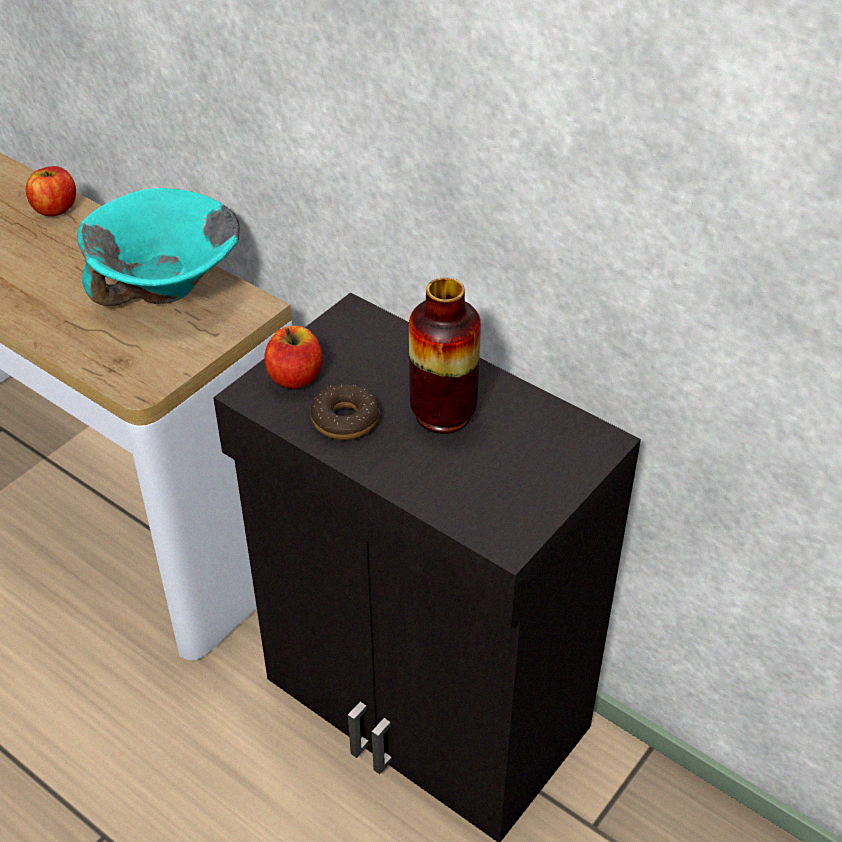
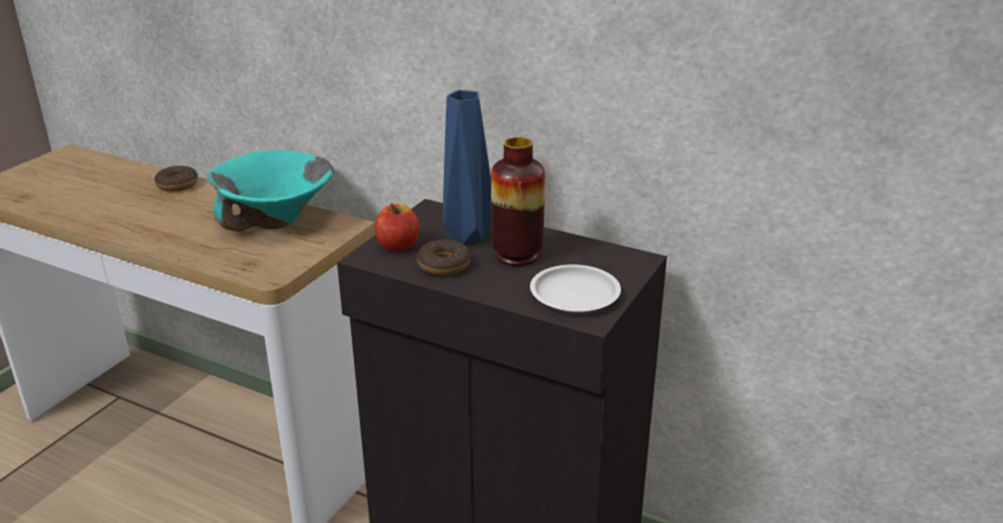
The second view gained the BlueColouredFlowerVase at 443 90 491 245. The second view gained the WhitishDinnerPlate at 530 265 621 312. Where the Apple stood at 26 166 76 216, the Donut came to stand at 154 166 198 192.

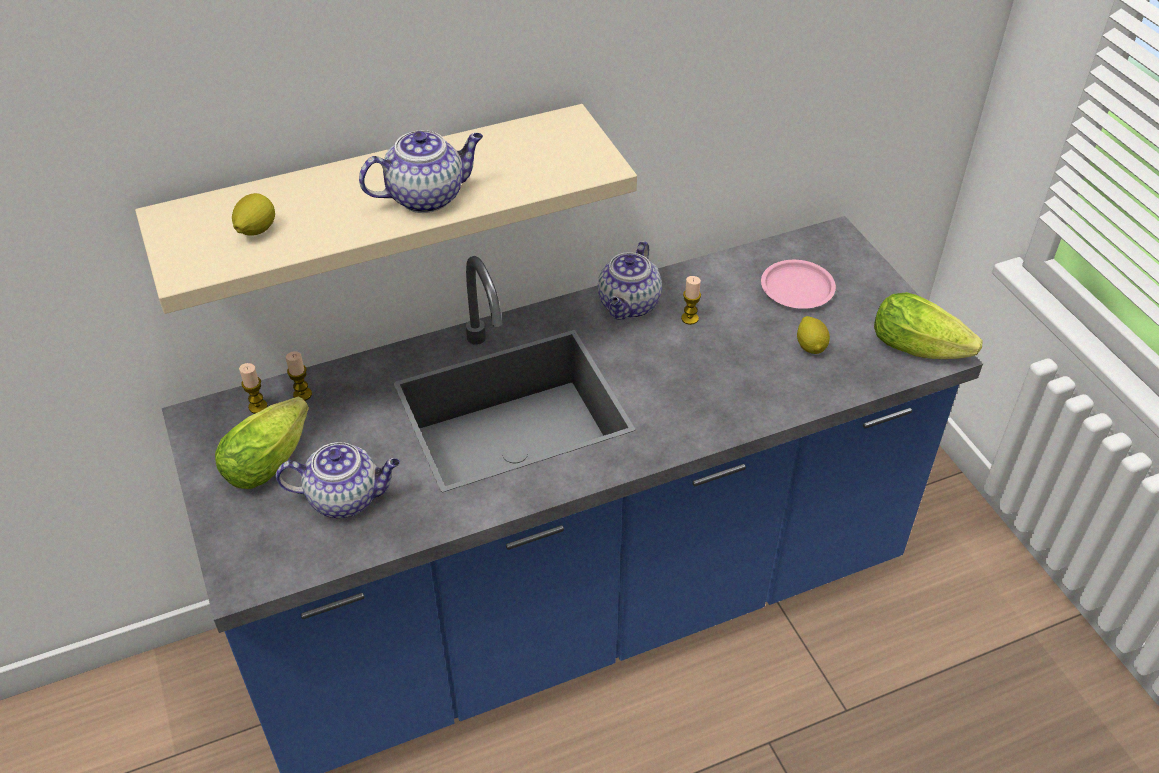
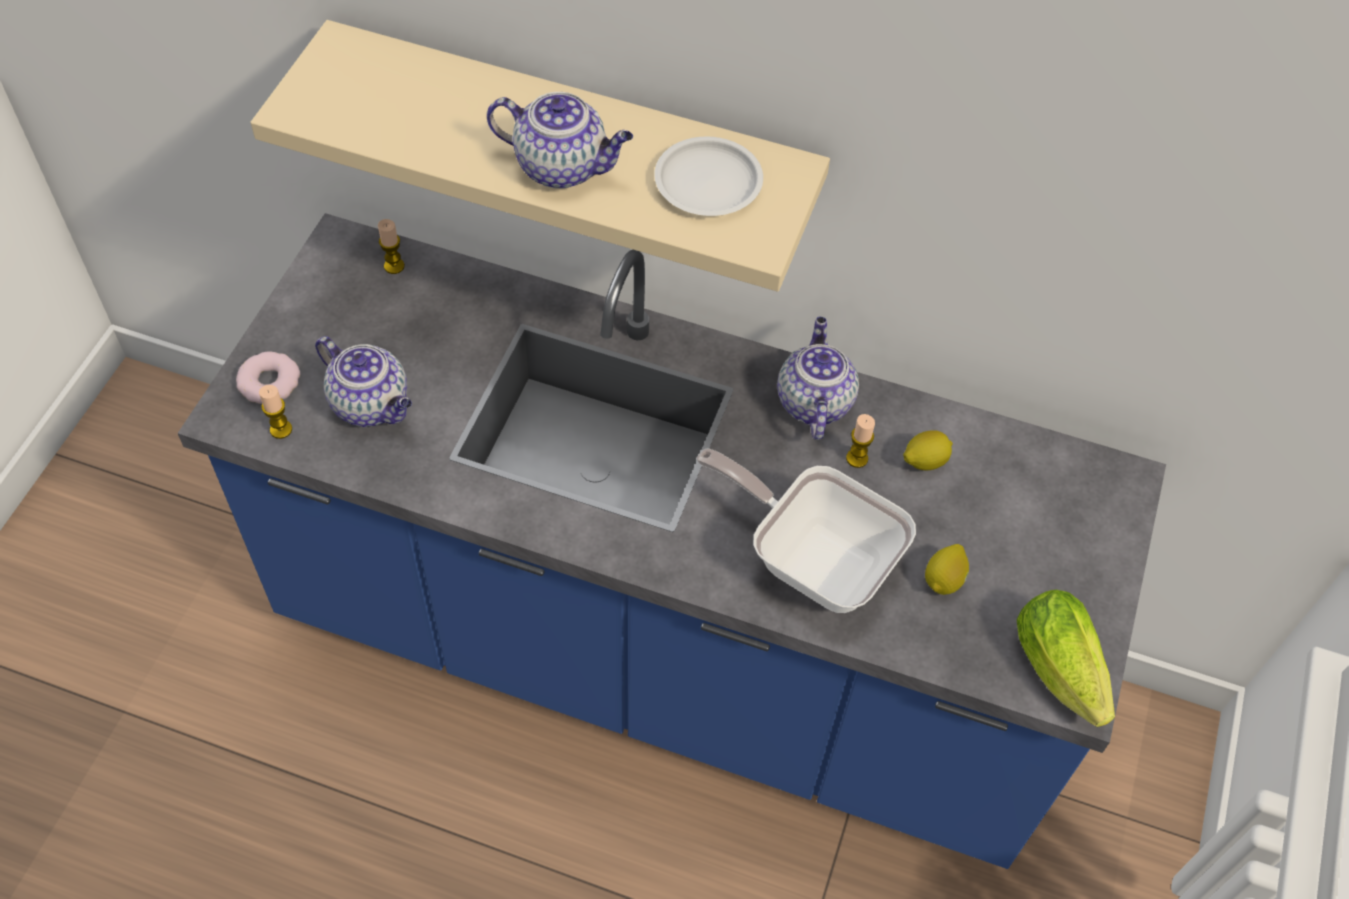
The second view lost the Lettuce at 215 397 309 489. The second view lost the PinkColouredDinnerPlate at 761 260 836 309. The second view gained the Donut at 236 352 300 404. The second view gained the WhitishDinnerPlate at 654 137 763 216. The second view gained the Skillet at 696 449 916 613. The Lemon ended up elsewhere, having gone from 232 193 275 236 to 903 430 953 470. The WaxLight ended up elsewhere, having gone from 286 351 312 401 to 259 385 292 439. The Teapot at 598 241 662 320 ended up facing another way, 120 degrees clockwise from before.

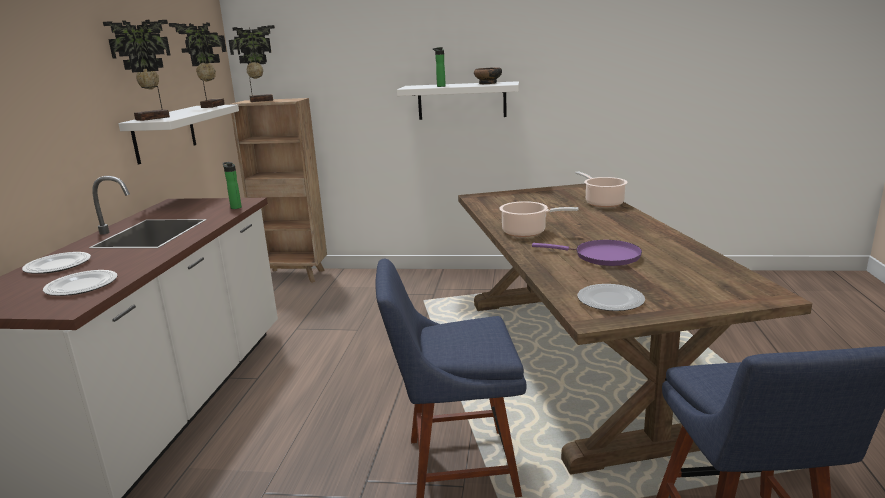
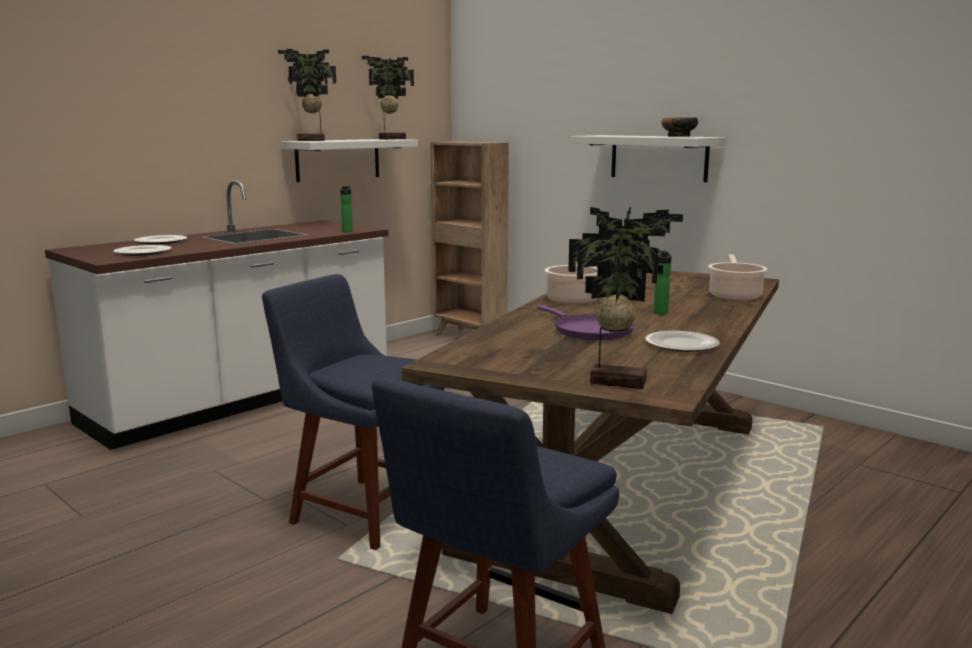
The Houseplant ended up elsewhere, having gone from 229 25 275 102 to 568 207 683 389. The Bottle ended up elsewhere, having gone from 433 47 446 87 to 653 251 672 315. The DinnerPlate ended up elsewhere, having gone from 577 284 645 311 to 645 331 720 352.

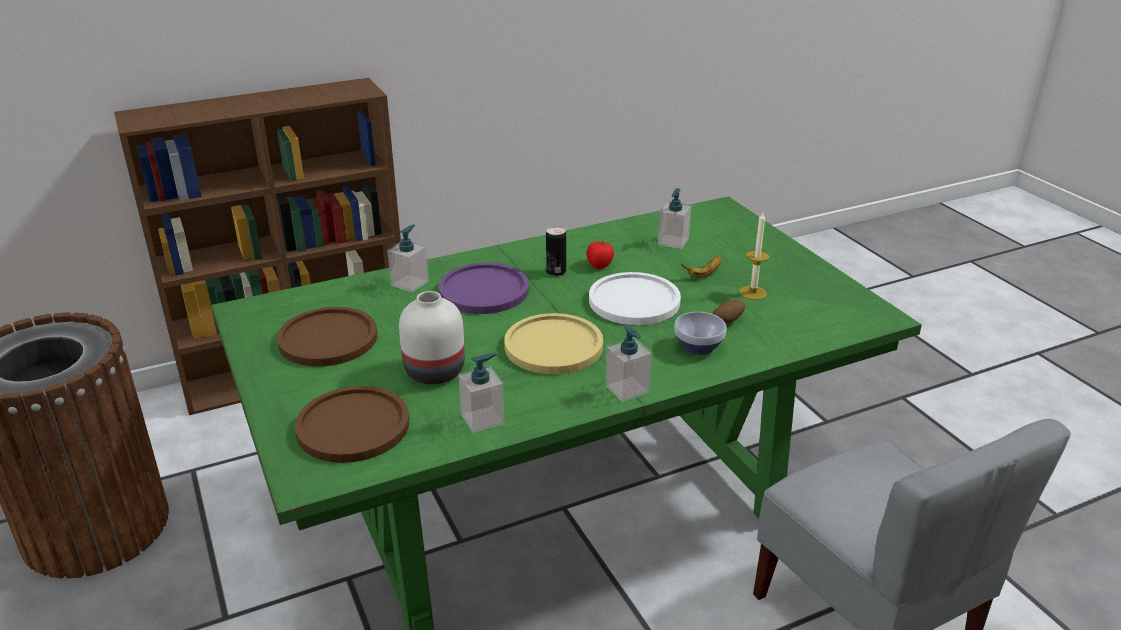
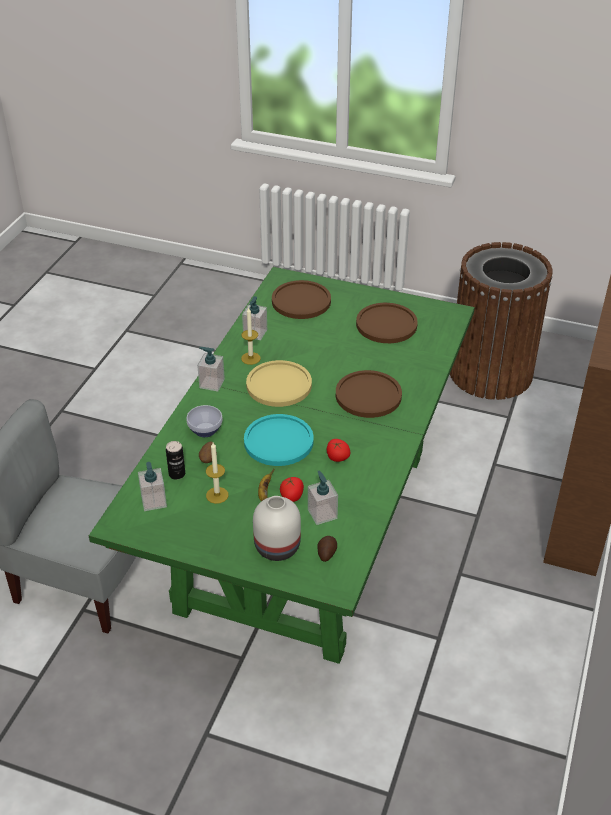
The second view gained the WaxLight at 241 308 261 365. The second view gained the WholeTomato at 280 477 304 502. The second view gained the WholePotato at 317 536 337 562. The LiquidSoapBottle ended up elsewhere, having gone from 387 225 429 293 to 138 462 167 511. The WhitishFlowerVase ended up elsewhere, having gone from 399 291 465 384 to 253 496 301 561. The MetalCan ended up elsewhere, having gone from 546 226 566 276 to 166 441 185 480. What was the PurpleDinnerPlate at 439 263 529 314 turned into the BrownColouredDinnerPlate at 336 370 402 418. What was the WhitishDinnerPlate at 589 272 681 325 turned into the TurquoiseColouredDinnerPlate at 244 414 314 466.

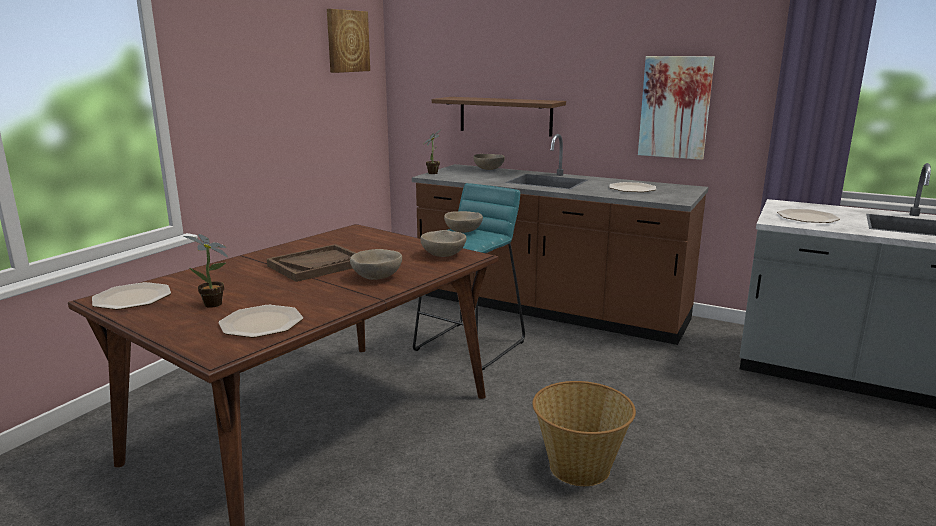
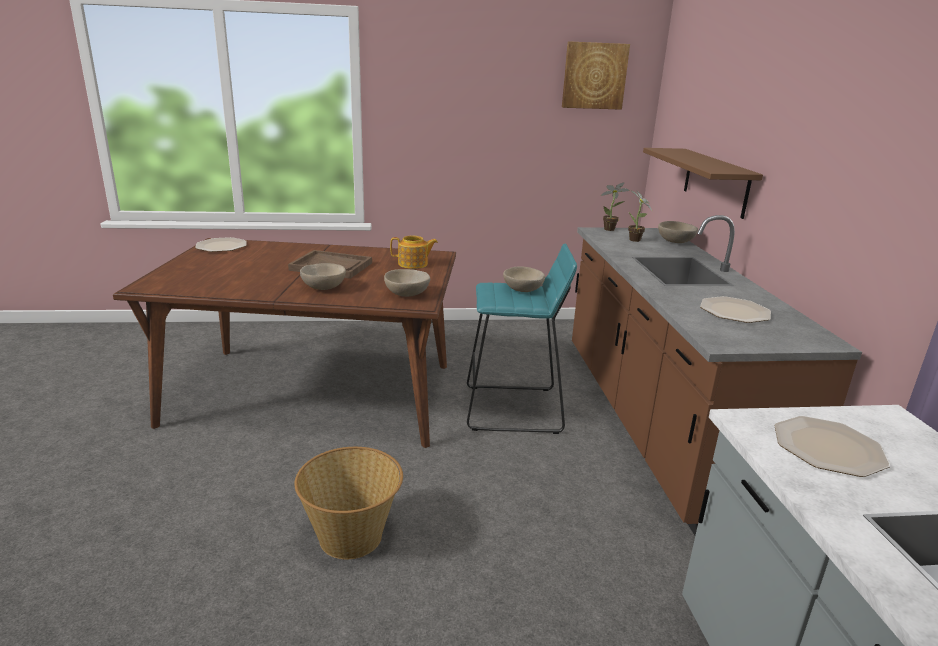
The second view lost the DinnerPlate at 218 305 303 338. The second view lost the WallArt at 638 56 715 160. The second view gained the Teapot at 390 236 438 269. The Houseplant ended up elsewhere, having gone from 184 234 228 308 to 628 190 653 242.

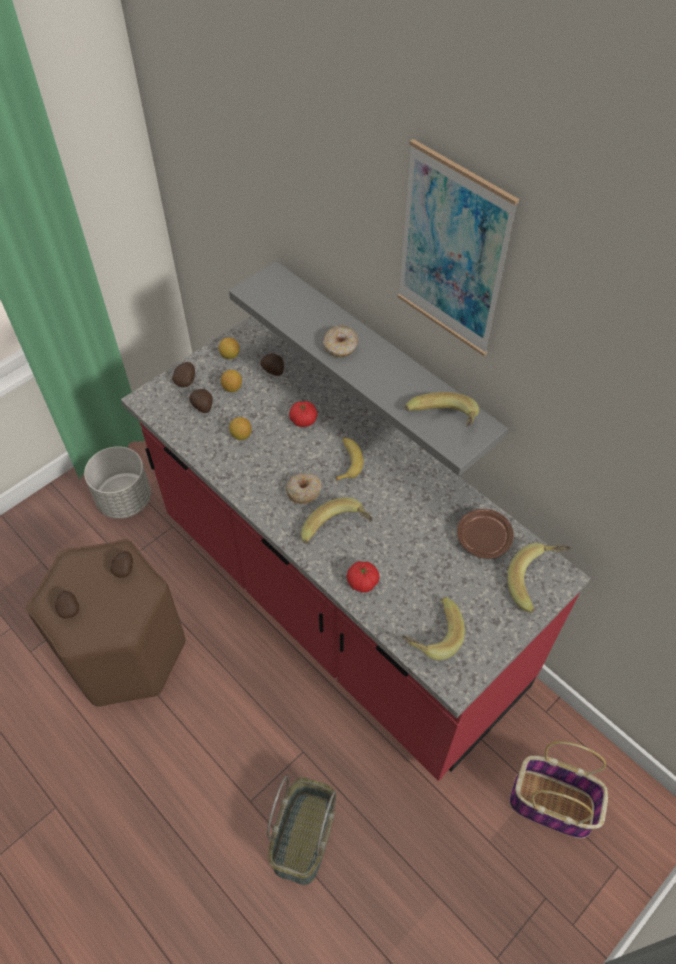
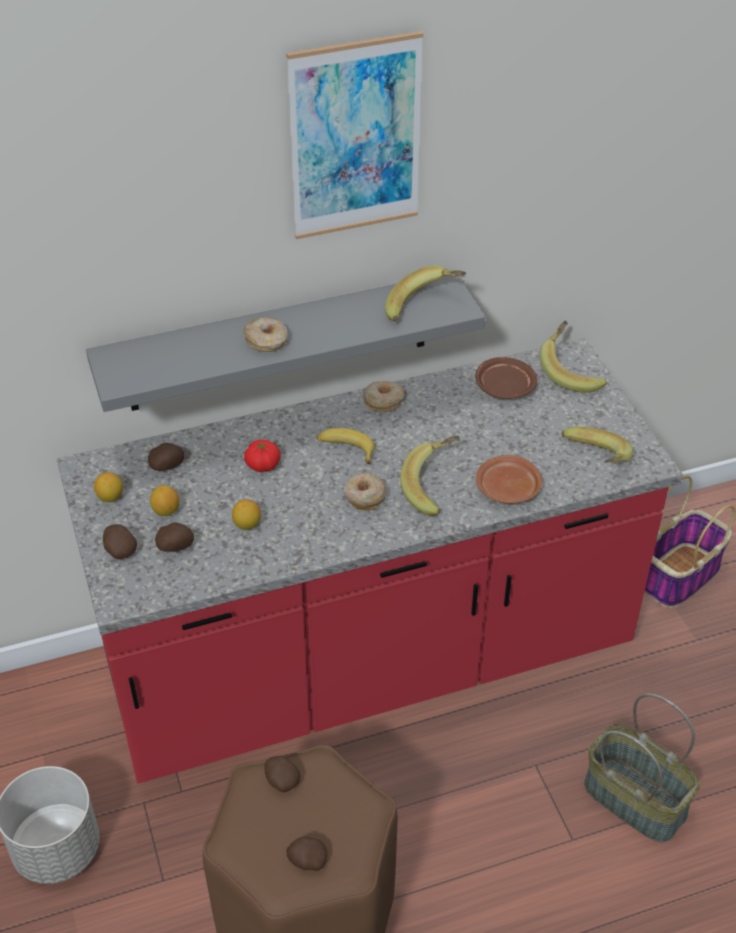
The second view gained the Donut at 363 381 404 412. Where the WholeTomato stood at 347 561 380 593, the BrownColouredDinnerPlate came to stand at 476 455 542 504.

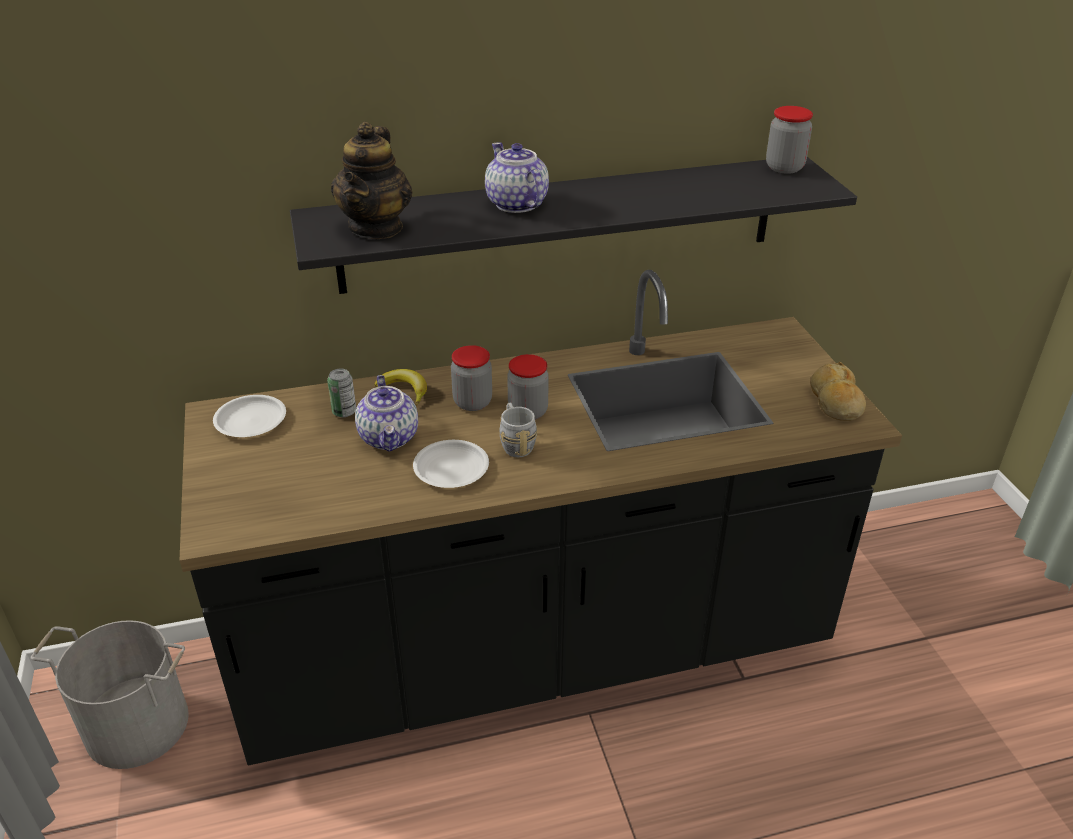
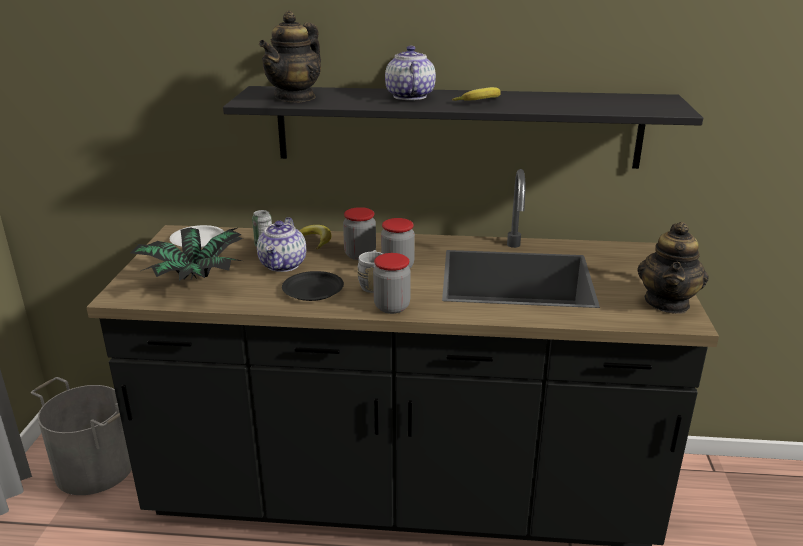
The second view gained the Houseplant at 130 227 243 281. The second view gained the Banana at 452 87 501 101. The Jar ended up elsewhere, having gone from 766 106 813 174 to 373 253 411 314. Where the BakeryBread stood at 810 362 866 421, the Teapot came to stand at 637 222 709 314. What was the WhitishDinnerPlate at 413 440 489 488 turned into the BlackishDinnerPlate at 282 271 344 301.

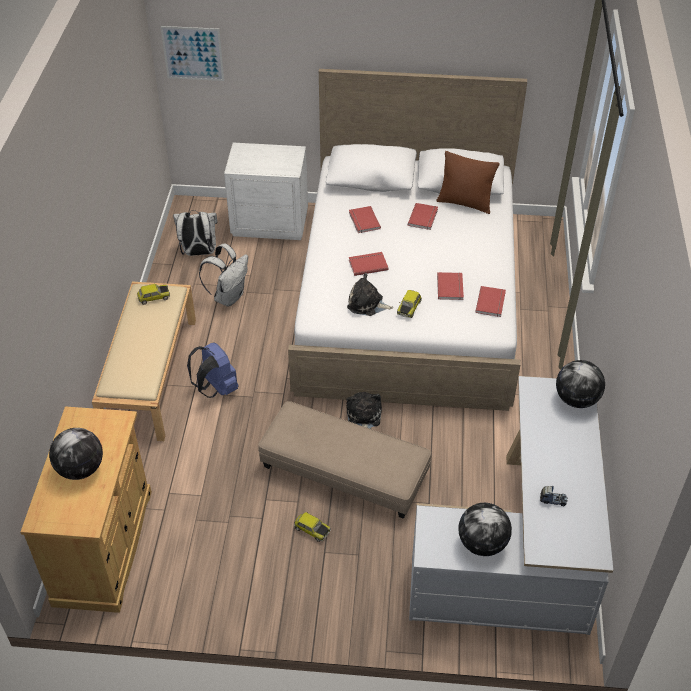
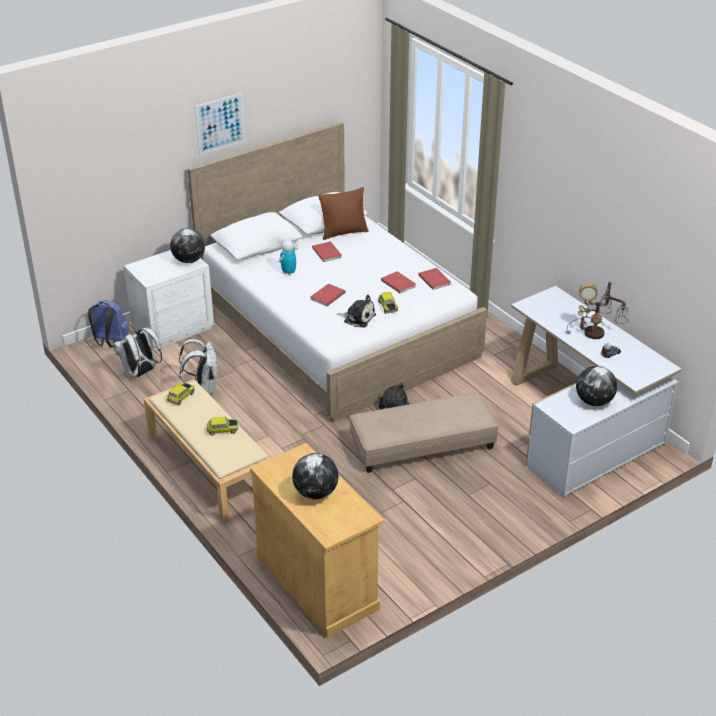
The second view gained the TableLamp at 566 282 628 339. The WallArt ended up elsewhere, having gone from 160 26 224 81 to 195 93 245 155. The BlueColouredKnapsack ended up elsewhere, having gone from 187 342 238 398 to 88 300 129 348. The ModelCar ended up elsewhere, having gone from 294 512 331 542 to 207 417 238 436. The WorldGlobe ended up elsewhere, having gone from 556 360 605 408 to 170 228 205 263. Where the ReddishBook stood at 349 206 381 233, the ModelRobot came to stand at 278 240 298 276. The SoftToy at 347 273 393 316 ended up facing another way, 135 degrees counterclockwise from before.

